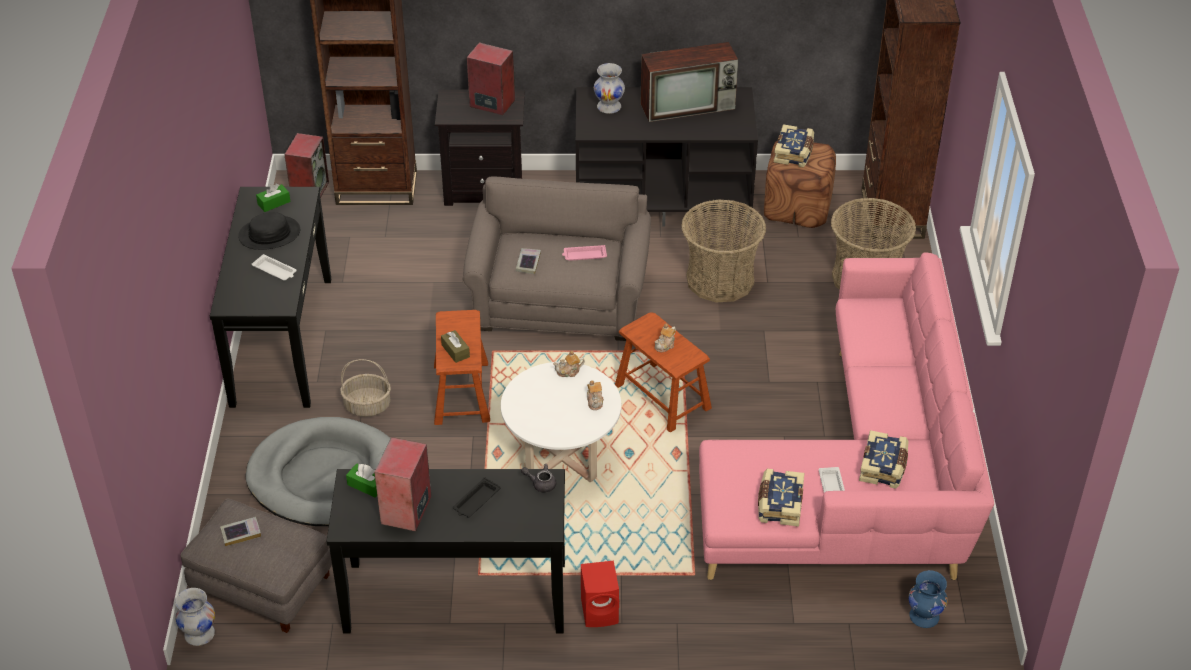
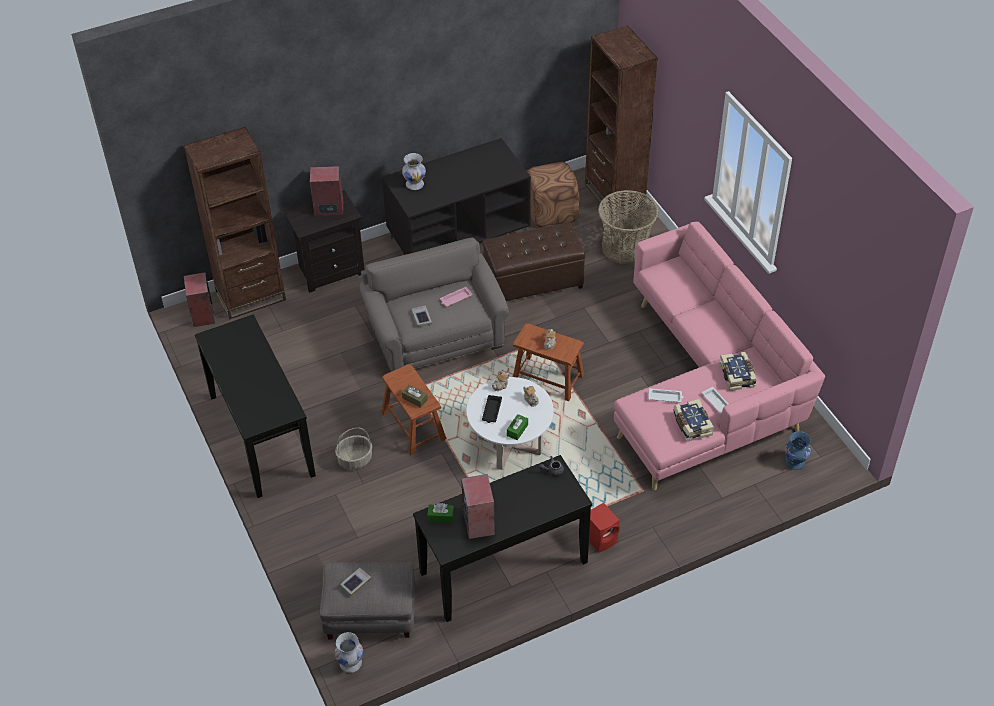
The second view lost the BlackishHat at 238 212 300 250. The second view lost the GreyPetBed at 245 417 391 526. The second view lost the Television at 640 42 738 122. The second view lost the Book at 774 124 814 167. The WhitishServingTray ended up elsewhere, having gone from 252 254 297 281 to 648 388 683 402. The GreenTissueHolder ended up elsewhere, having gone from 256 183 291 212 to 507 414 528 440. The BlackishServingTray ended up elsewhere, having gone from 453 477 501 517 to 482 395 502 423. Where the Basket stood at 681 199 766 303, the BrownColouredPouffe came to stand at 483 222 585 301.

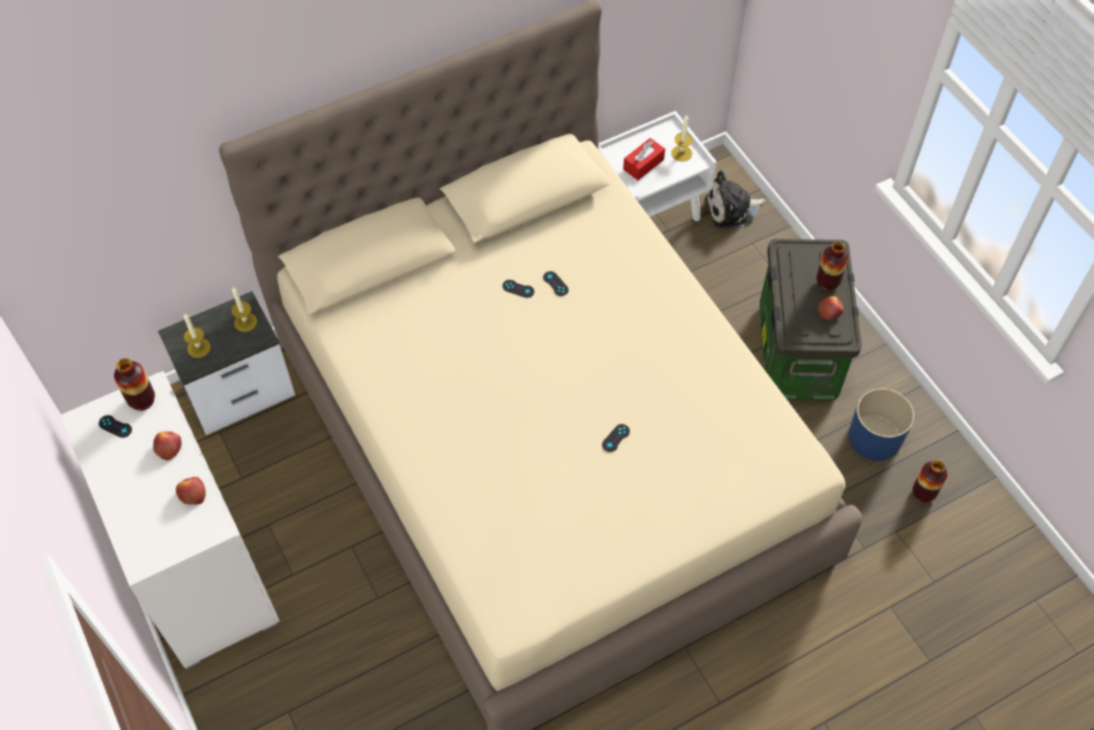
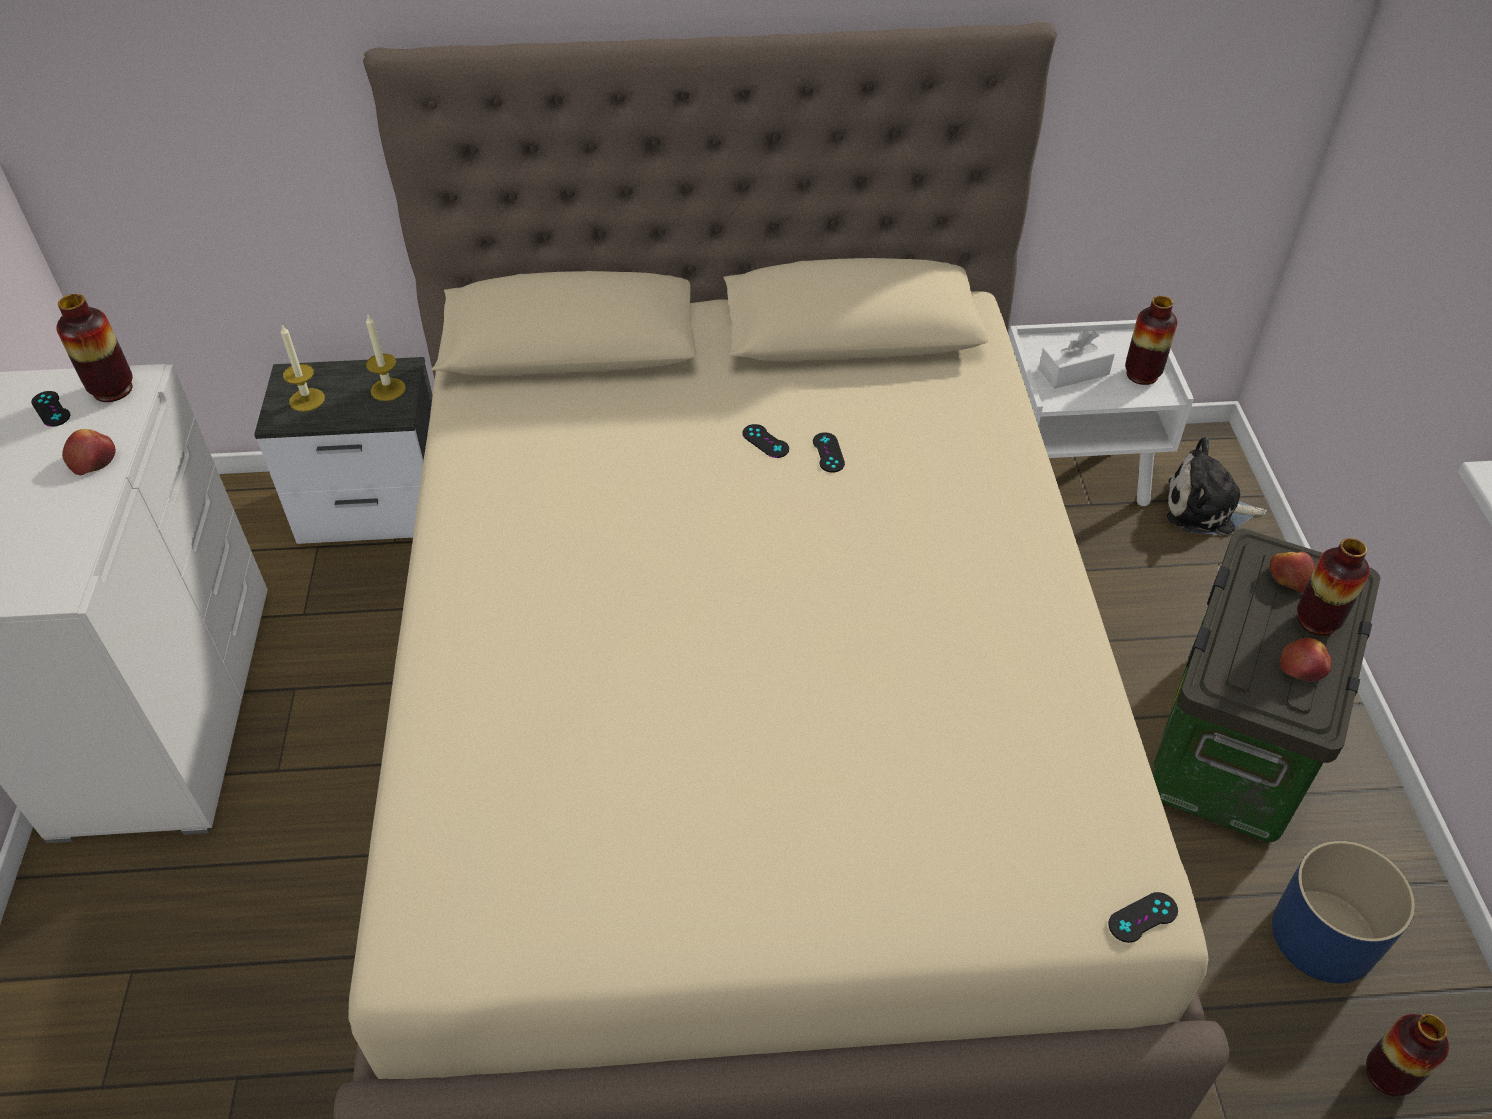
The Apple ended up elsewhere, having gone from 176 477 206 505 to 1270 552 1315 593. The BlackishGameController ended up elsewhere, having gone from 602 424 630 452 to 1108 892 1178 943. Where the WaxLight stood at 671 115 693 161, the FlowerVase came to stand at 1125 296 1178 385. What was the ReddishTissueHolder at 623 138 665 180 turned into the WhitishTissueHolder at 1039 330 1115 389.

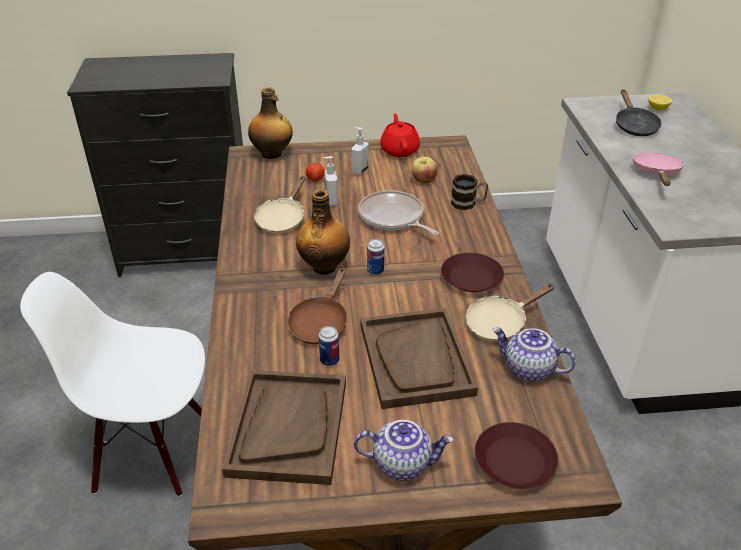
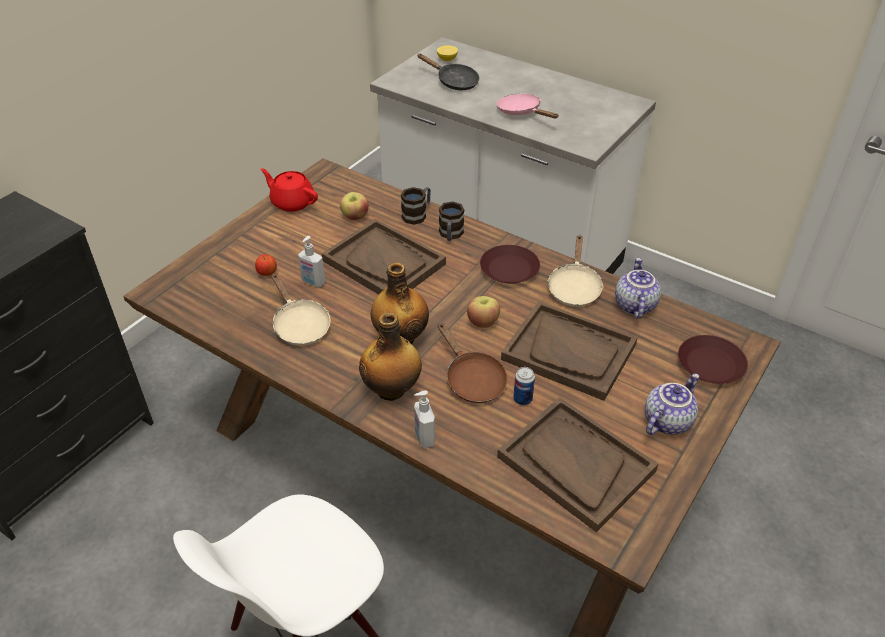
The second view lost the MetalCan at 367 239 384 275. The second view gained the TeaMug at 439 201 464 241. The second view gained the Apple at 467 296 500 328. The Bottle ended up elsewhere, having gone from 248 87 293 159 to 359 313 422 401. The LiquidSoapBottle ended up elsewhere, having gone from 352 127 369 175 to 414 390 435 449. Where the Skillet stood at 358 190 439 236, the BrownColouredServingTray came to stand at 322 219 446 295. The Teapot at 492 327 576 381 ended up facing another way, 120 degrees clockwise from before.

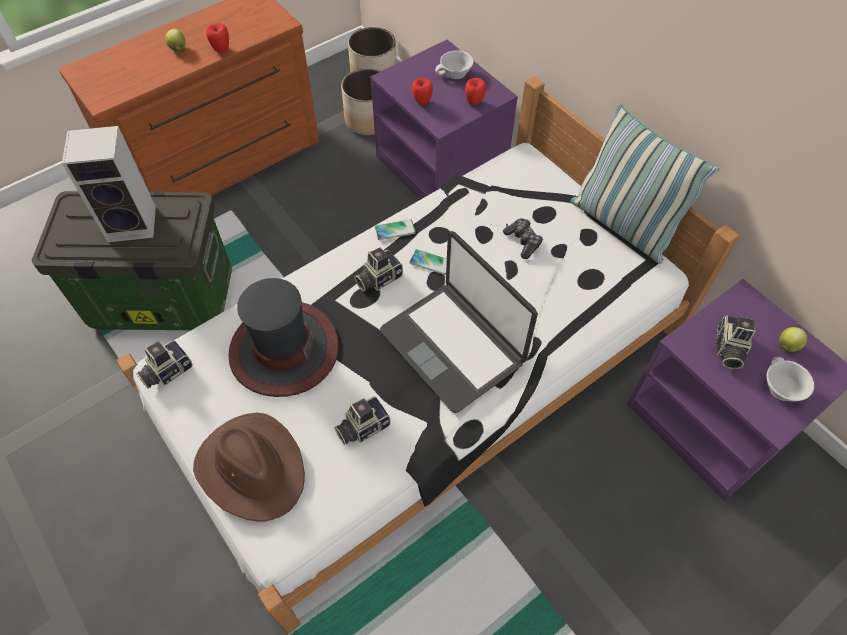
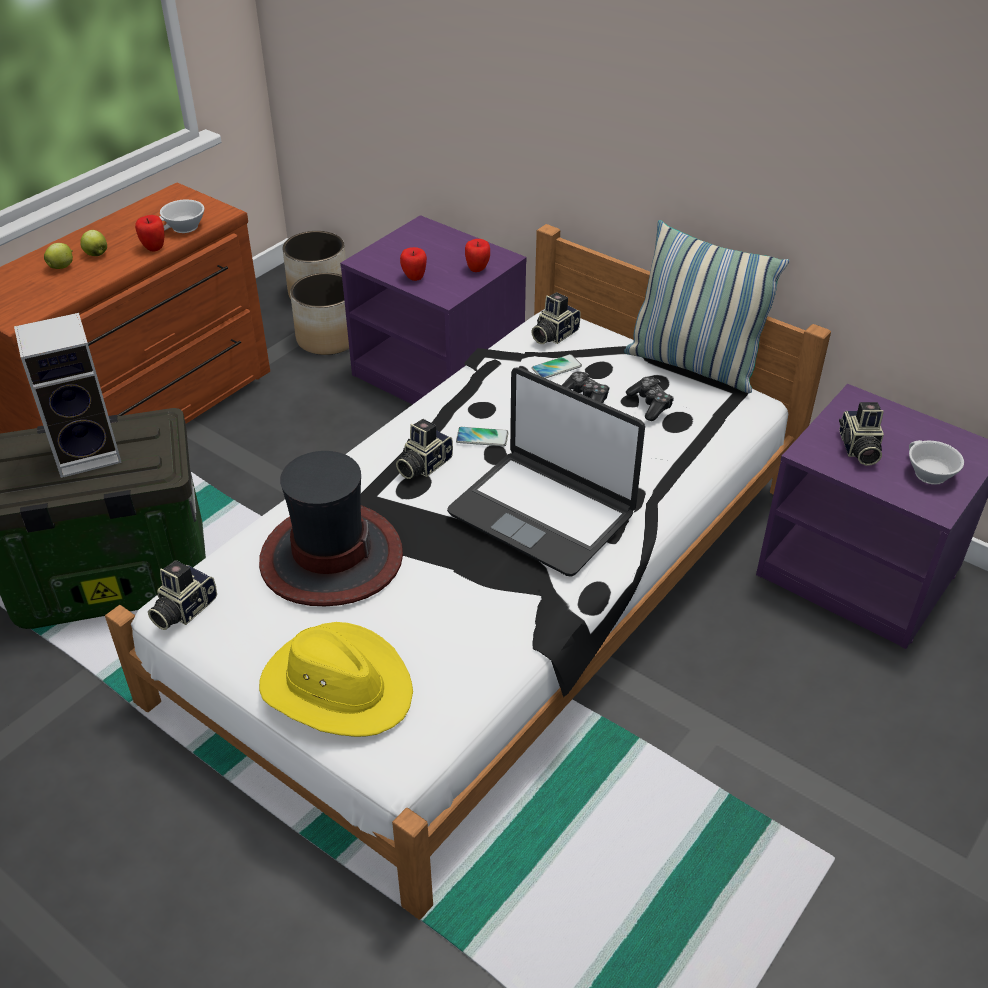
The second view gained the GameController at 626 377 674 421. The StillCamera ended up elsewhere, having gone from 335 396 391 445 to 531 292 580 344. The Telephone ended up elsewhere, having gone from 375 219 416 240 to 532 354 582 379. The WhitishDrinkingCup ended up elsewhere, having gone from 435 50 473 79 to 159 199 204 233. The Apple ended up elsewhere, having gone from 779 327 807 352 to 44 243 73 269. What was the BrownColouredHat at 193 413 305 522 turned into the YellowishHat at 259 622 413 737.

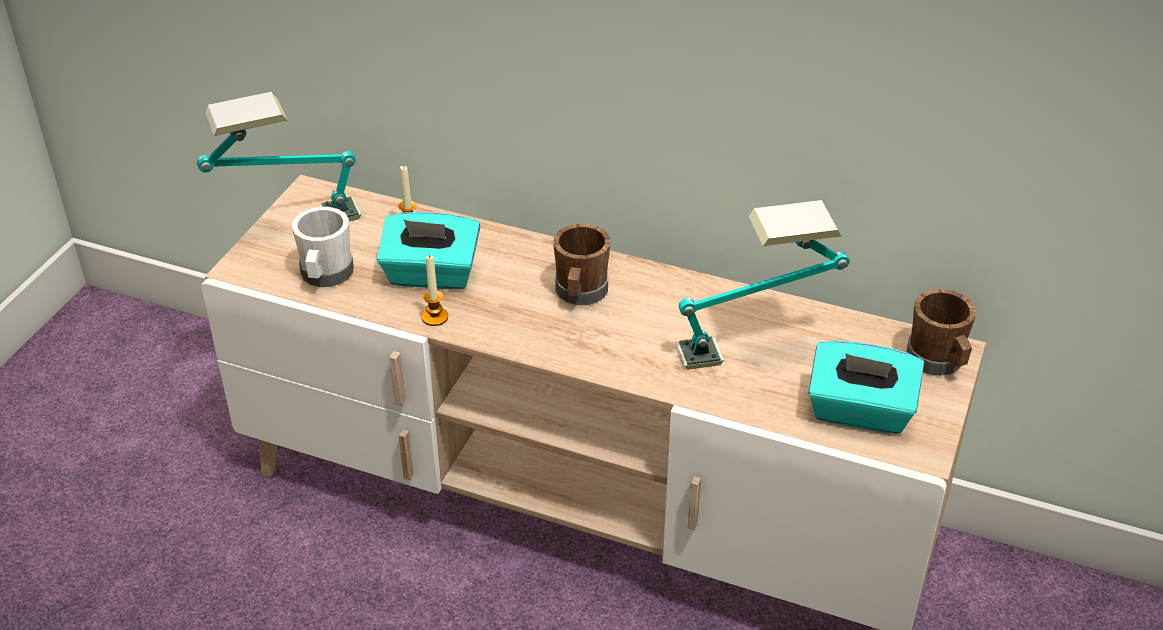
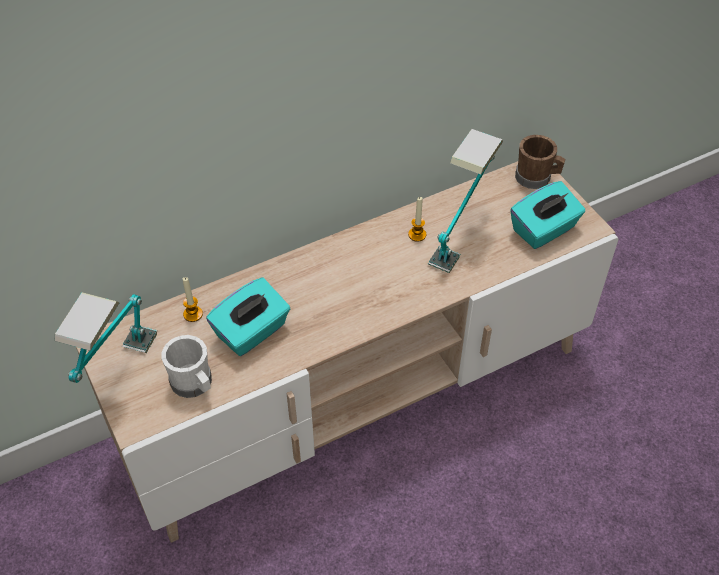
The second view lost the BrownColouredTeaMug at 553 224 610 305. The WaxLight ended up elsewhere, having gone from 421 255 448 326 to 408 197 426 242.

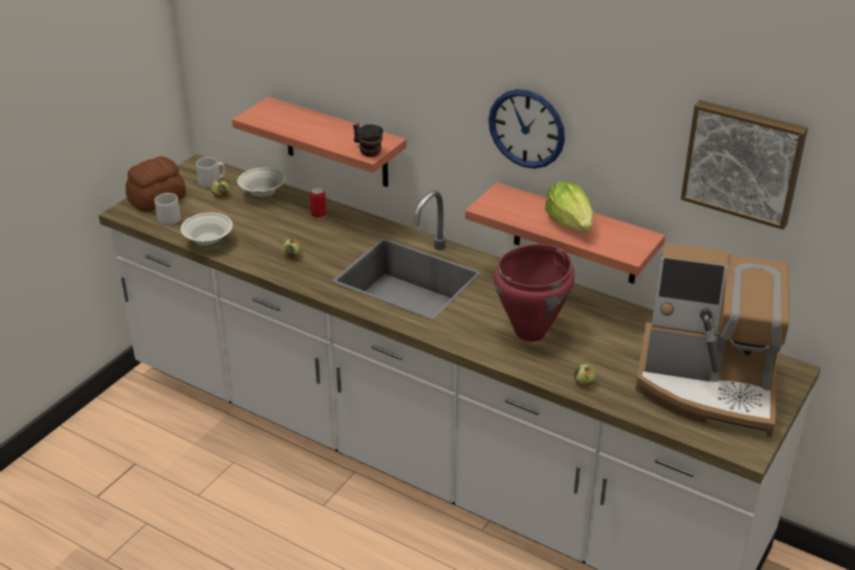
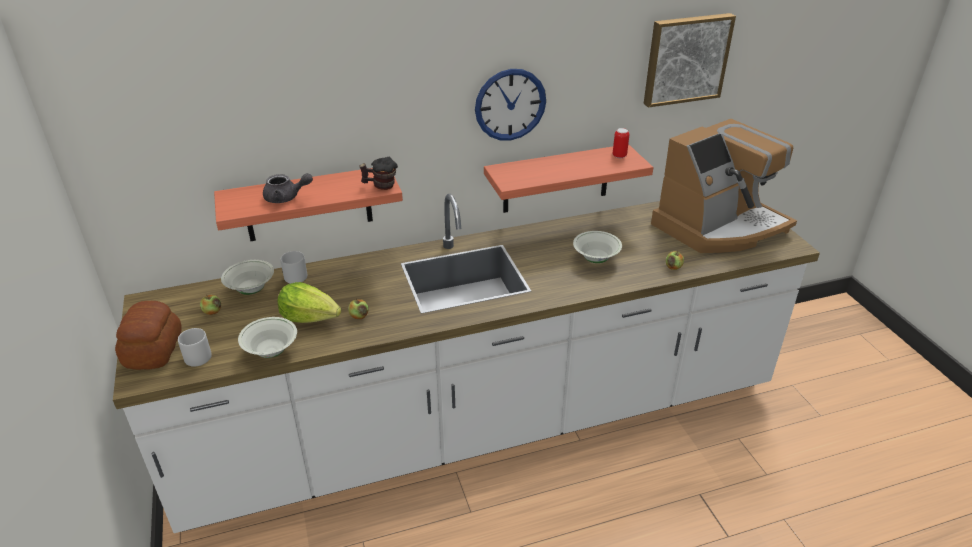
The second view gained the GreyTeapot at 263 173 313 203. The GreyTeaMug ended up elsewhere, having gone from 196 157 225 188 to 280 251 307 284. The MetalCan ended up elsewhere, having gone from 310 188 327 219 to 613 128 630 158. The Lettuce ended up elsewhere, having gone from 545 181 593 232 to 277 282 341 323. Where the ReddishCookingPot stood at 494 244 575 342, the WhitishBowl came to stand at 573 231 622 263.

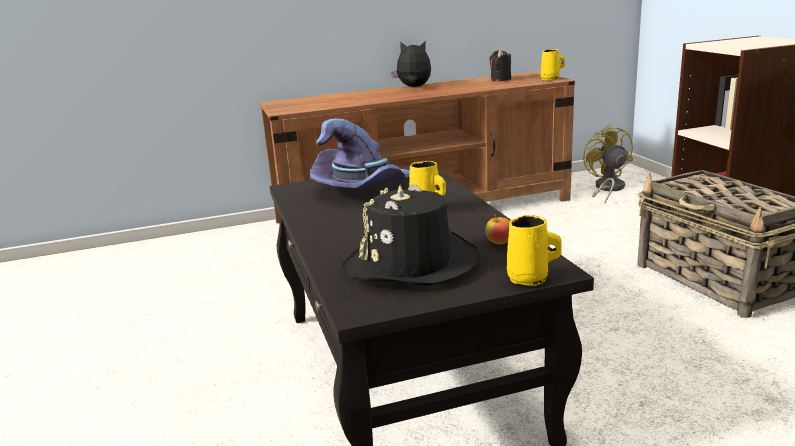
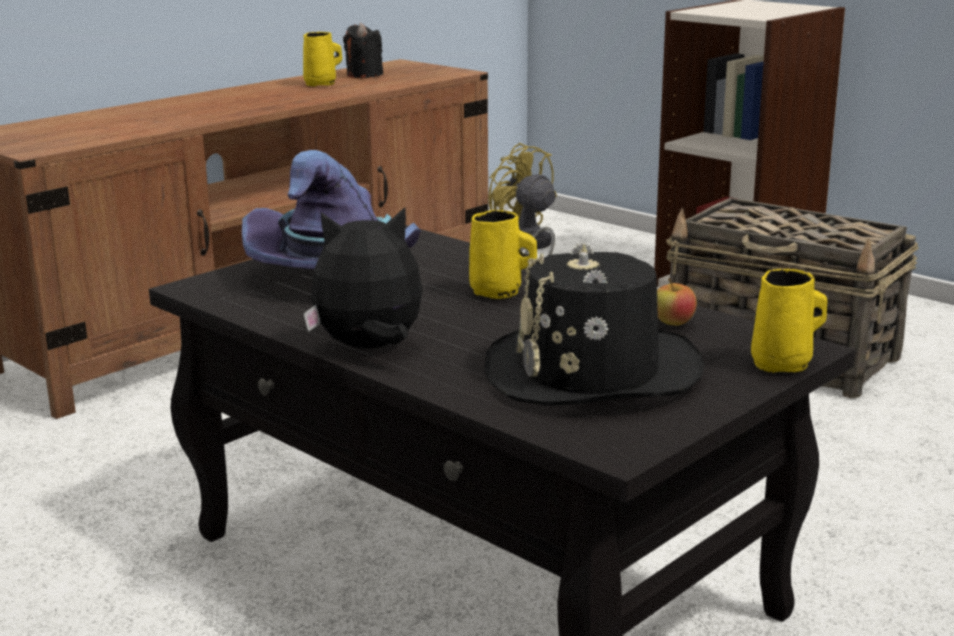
The SoftToy ended up elsewhere, having gone from 391 41 431 87 to 303 207 423 349. The YellowishTeaMug ended up elsewhere, having gone from 541 49 565 80 to 303 32 342 87.

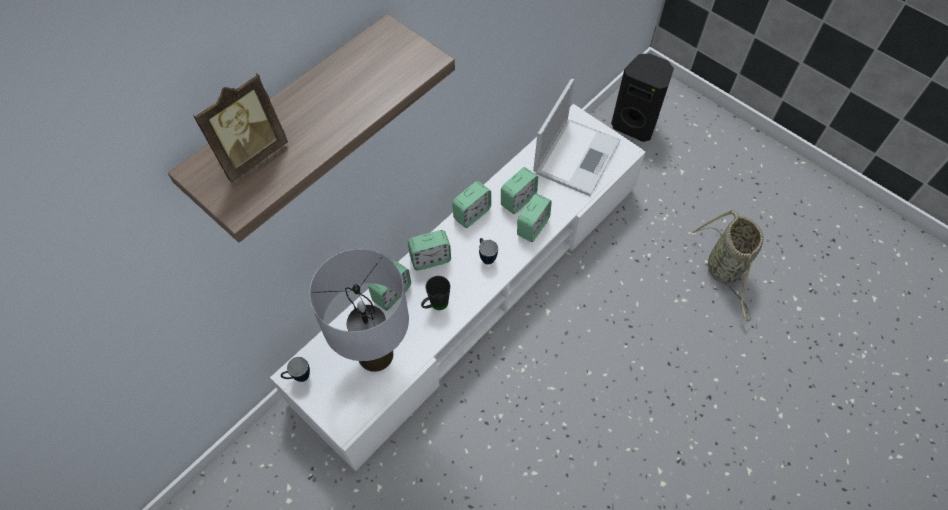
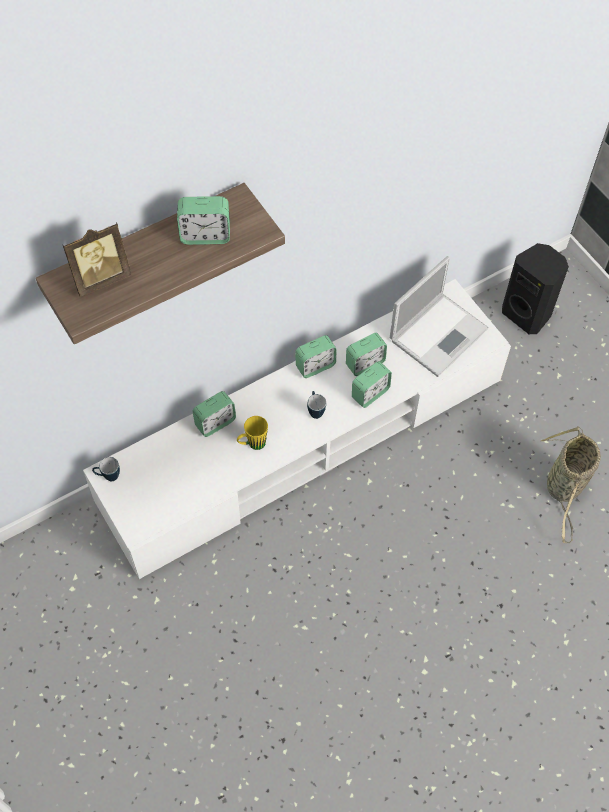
The second view lost the GreyTableLamp at 309 249 409 372. The AlarmClock ended up elsewhere, having gone from 408 230 451 271 to 177 196 230 245. What was the BlackishTeaMug at 421 276 450 310 turned into the YellowishTeaMug at 237 416 268 450.

